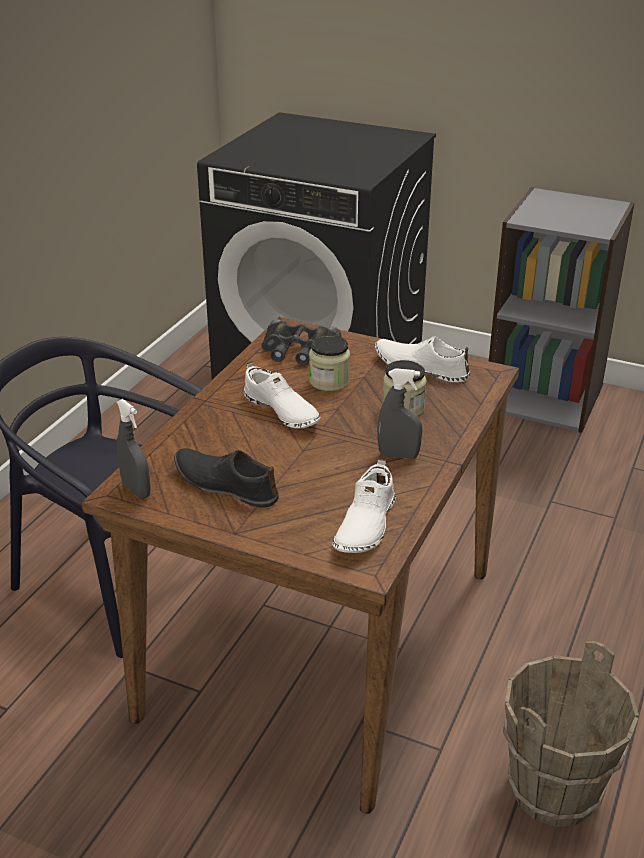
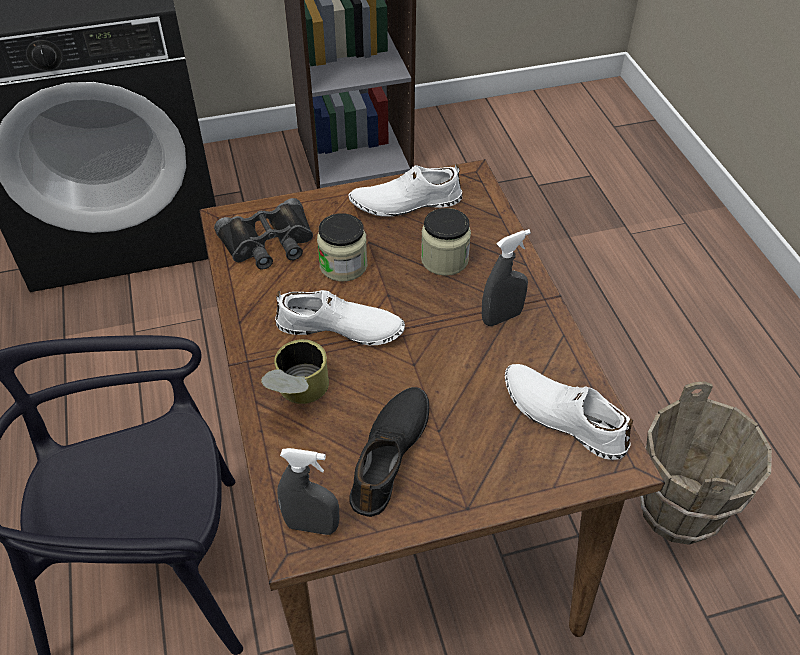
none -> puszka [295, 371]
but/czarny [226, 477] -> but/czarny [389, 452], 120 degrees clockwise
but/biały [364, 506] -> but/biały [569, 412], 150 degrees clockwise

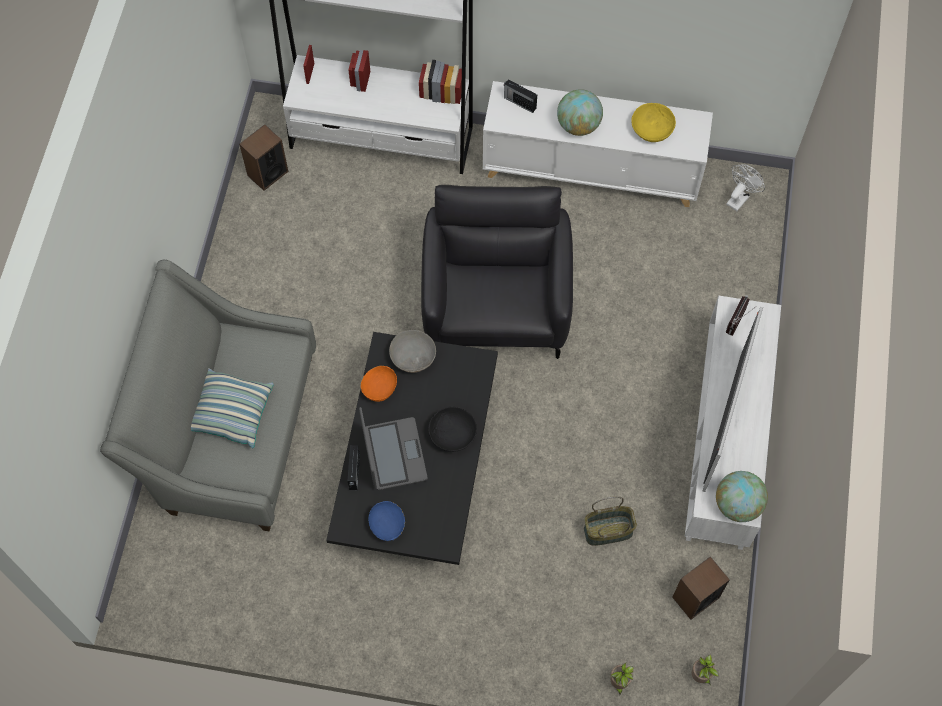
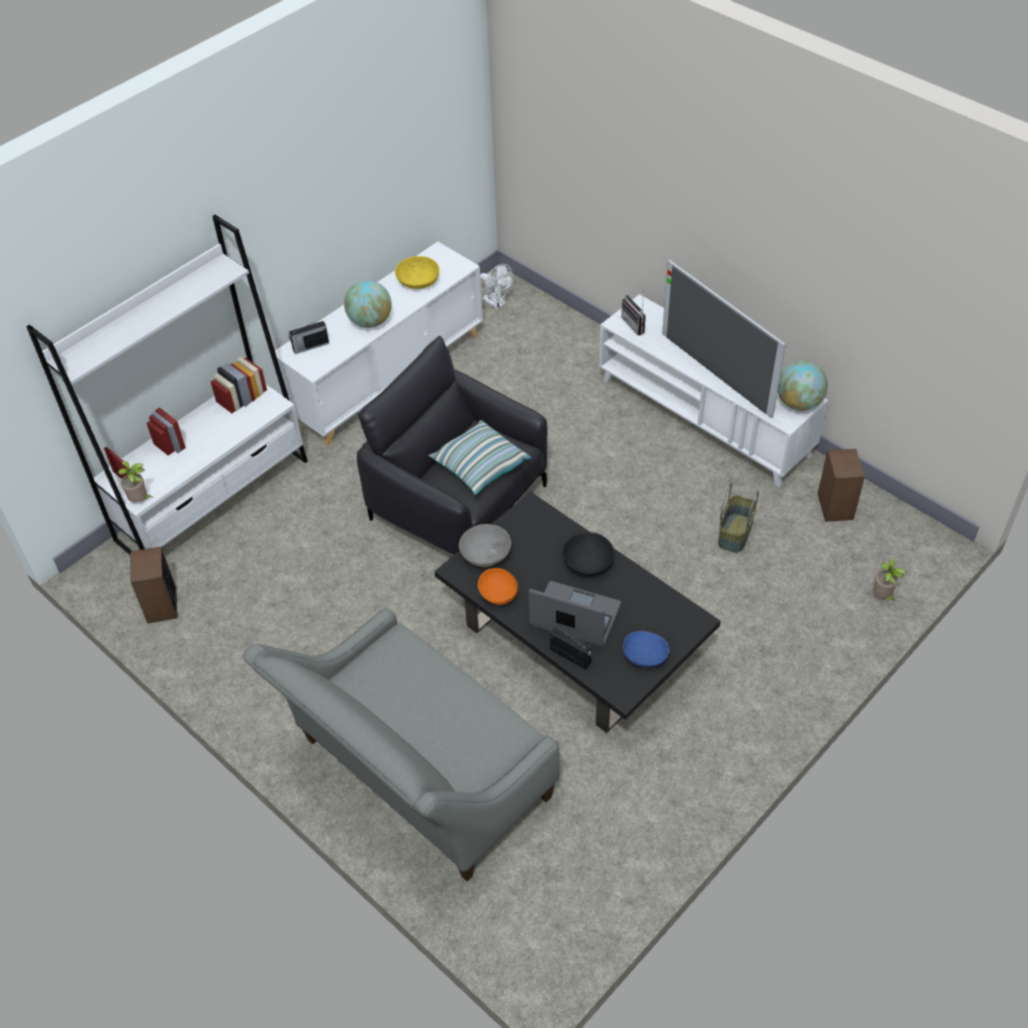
poduszka [232, 408] -> poduszka [479, 457], moved
roślina doniczkowa [705, 669] -> roślina doniczkowa [135, 481], moved
wentylator/biały [745, 187] -> wentylator/biały [496, 286], 150 degrees clockwise

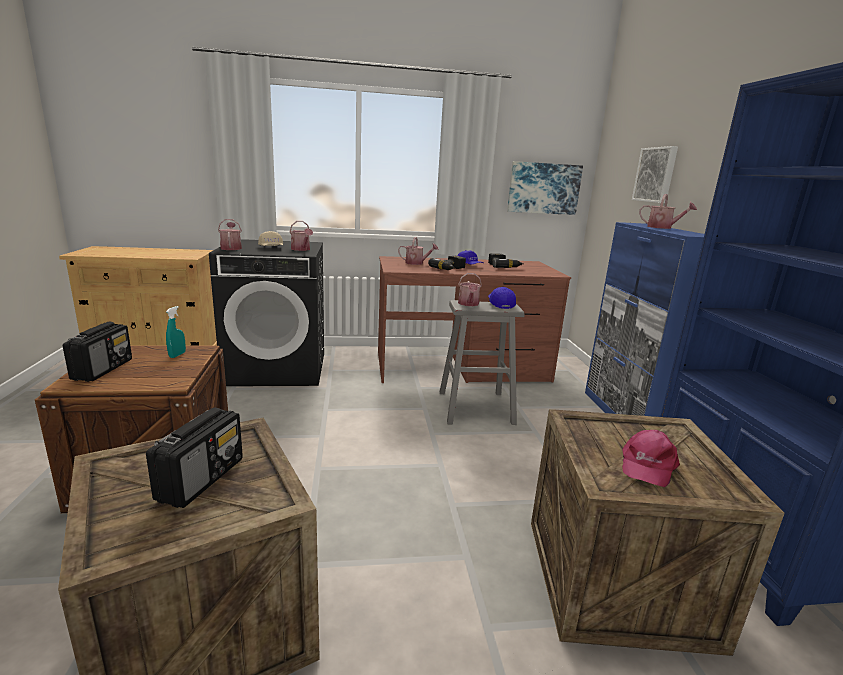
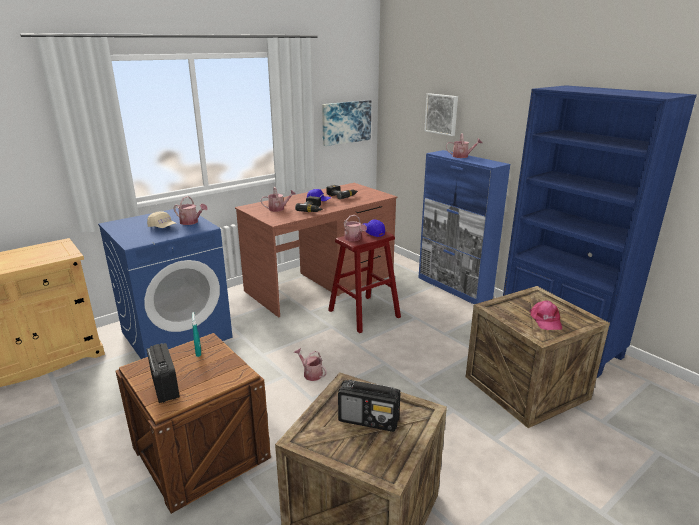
konewka [230, 234] -> konewka [310, 364], moved
pralka/czarny [266, 312] -> pralka/niebieski [165, 283]
stołek/szary [482, 362] -> stołek/czerwony [364, 282]
radio [194, 458] -> radio [369, 405], 120 degrees clockwise

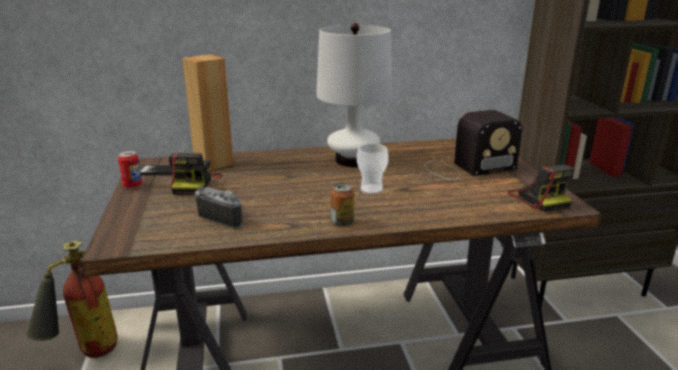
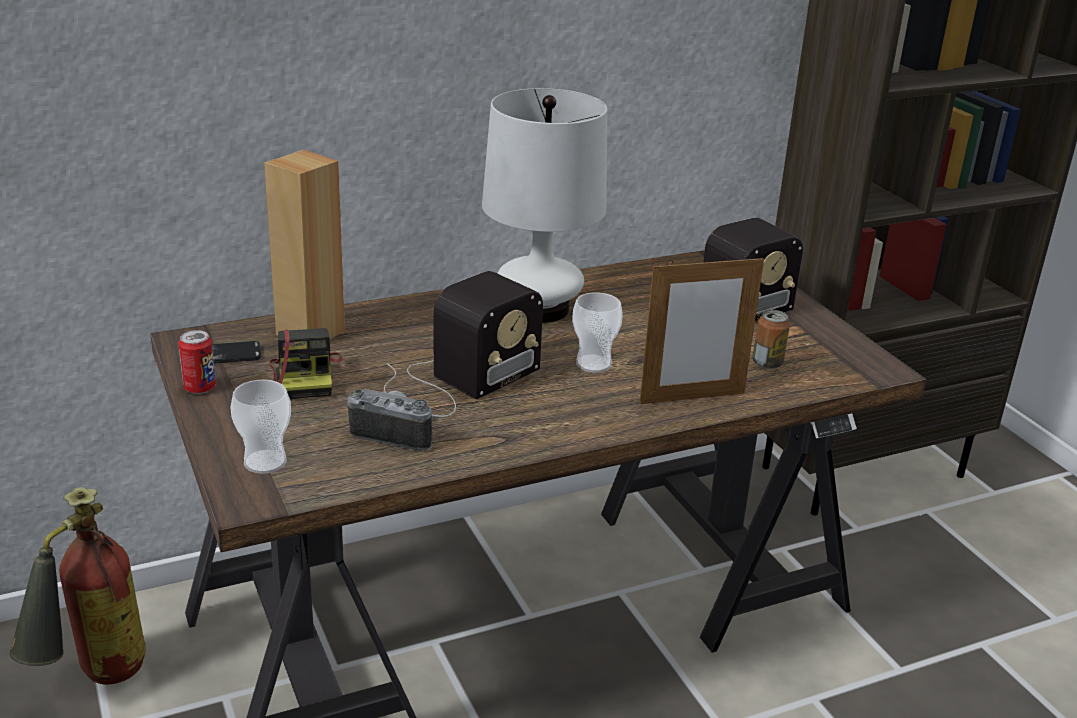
aparat fotograficzny [541, 188] -> none
none -> filiżanka [260, 427]
none -> radio [463, 344]
none -> ramka na zdjęcie [702, 329]
puszka [342, 205] -> puszka [771, 339], moved

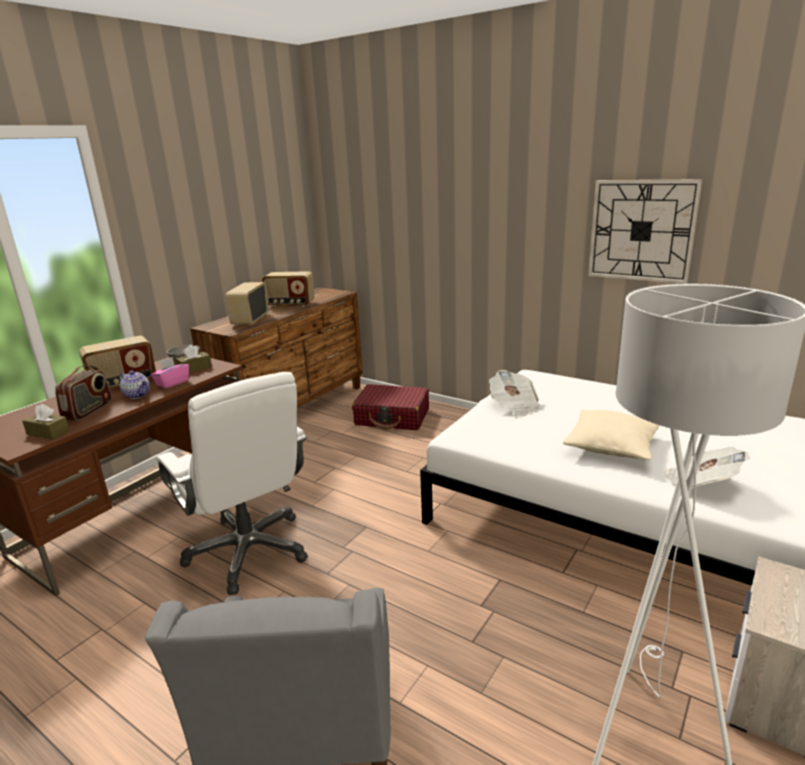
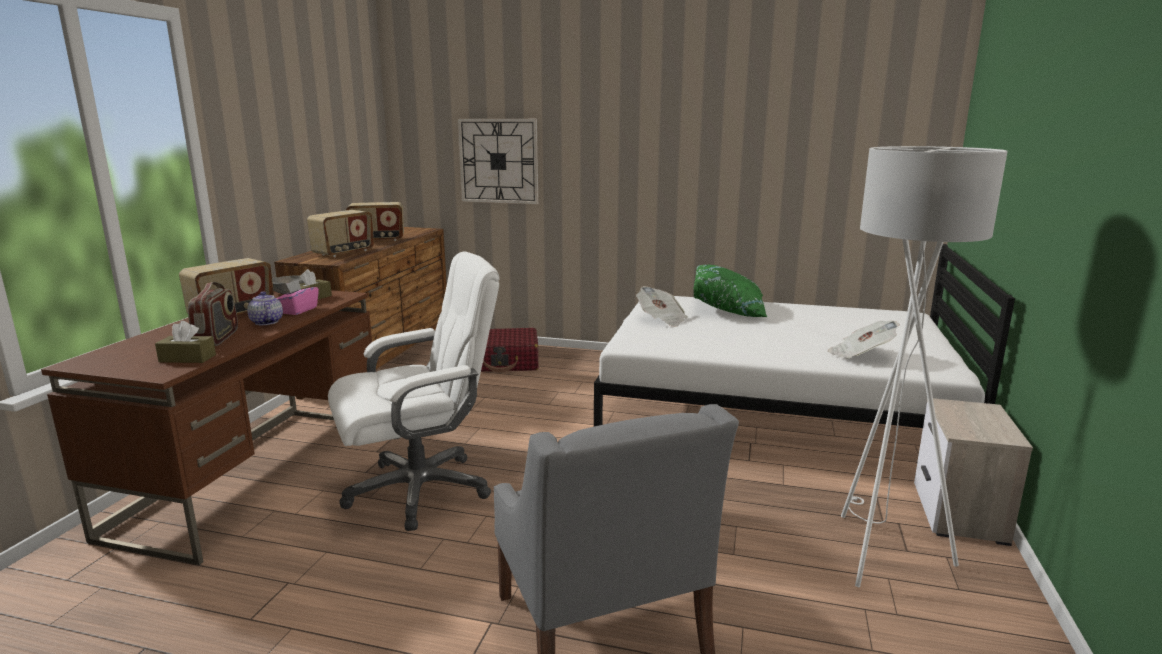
poduszka/beżowy [611, 435] -> none
none -> poduszka/zielony [730, 291]
zegar ścienny [645, 231] -> zegar ścienny [498, 161], moved
imbryk [134, 385] -> imbryk [265, 308], 135 degrees counterclockwise
krzesło biurowe/biały [232, 483] -> krzesło biurowe/biały [414, 391], 60 degrees counterclockwise
radio [247, 303] -> radio [340, 233], 135 degrees counterclockwise

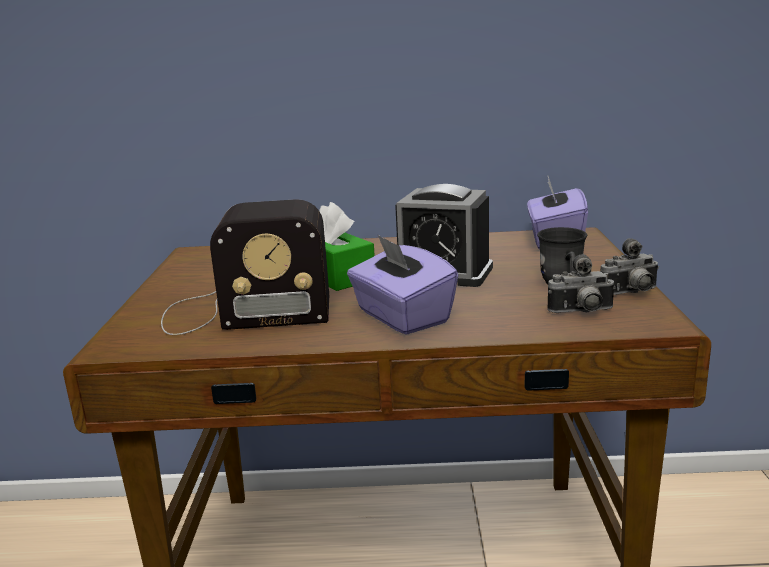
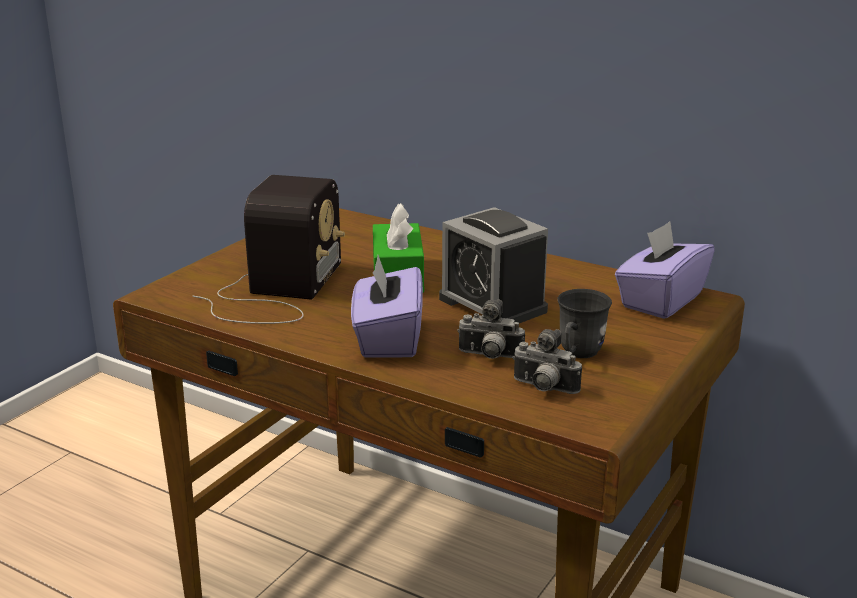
aparat fotograficzny [629, 266] -> aparat fotograficzny [491, 329], moved
radio [245, 267] -> radio [268, 249], 105 degrees counterclockwise

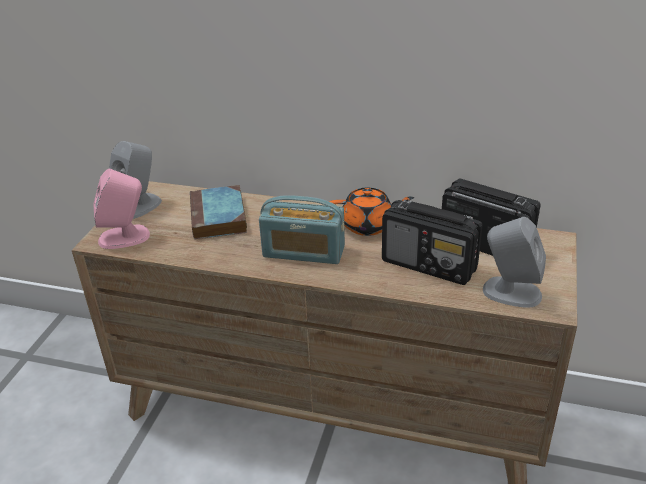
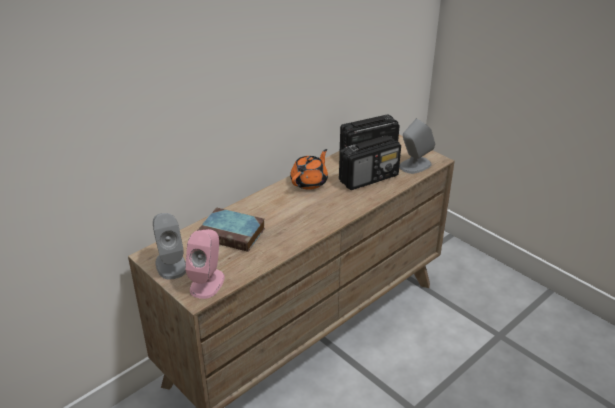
radio [302, 229] -> none

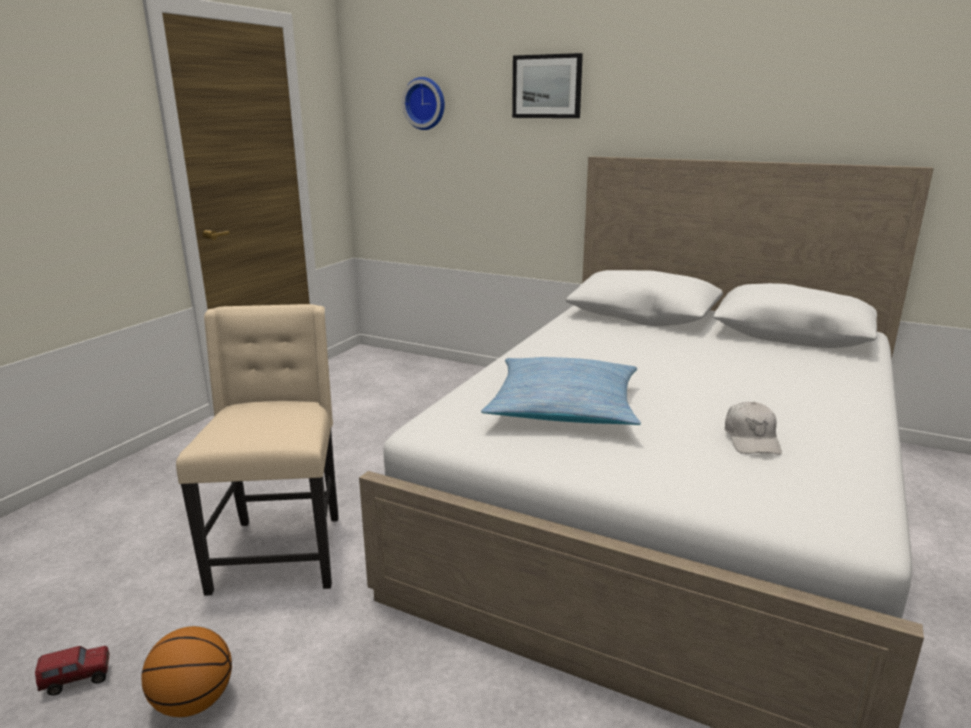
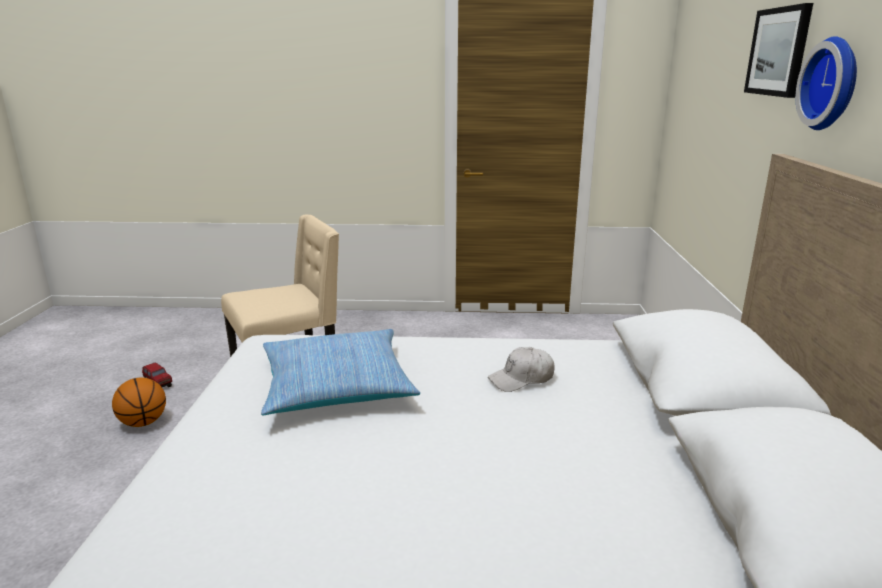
zegar ścienny [423, 103] -> zegar ścienny [826, 83], moved
czapka z daszkiem/biały [753, 428] -> czapka z daszkiem/biały [521, 369], moved

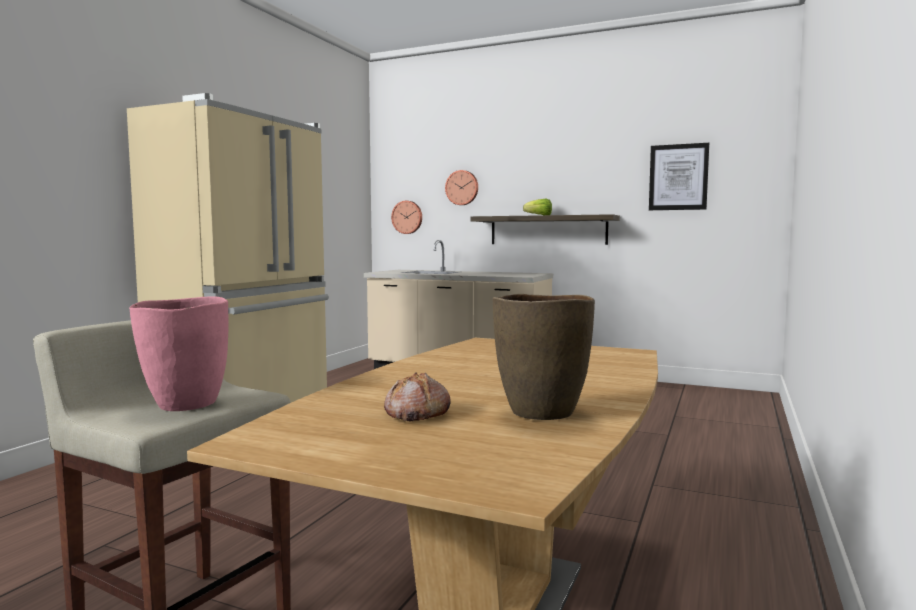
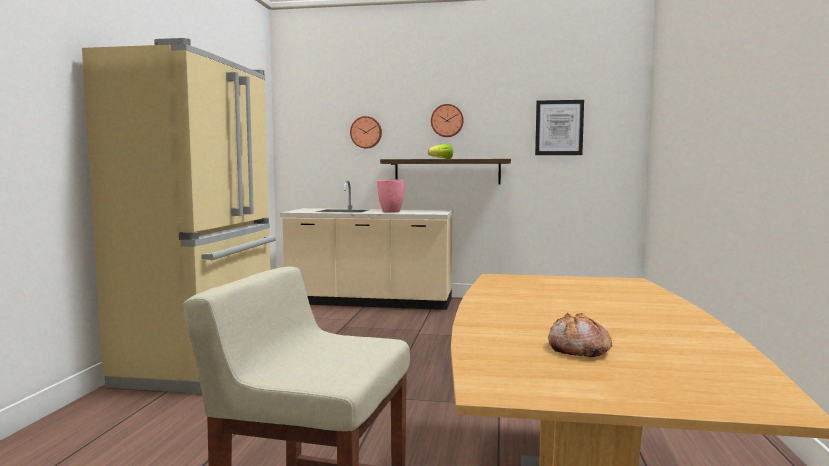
wazon/brązowy [544, 357] -> none
wazon/różowy [178, 353] -> wazon/różowy [391, 196], moved
zegar ścienny [406, 217] -> zegar ścienny [447, 120], moved

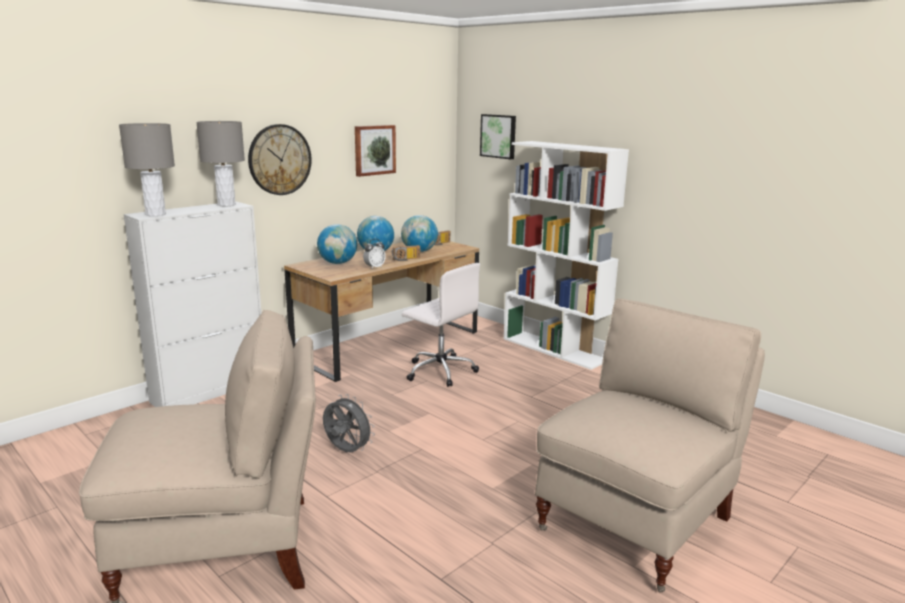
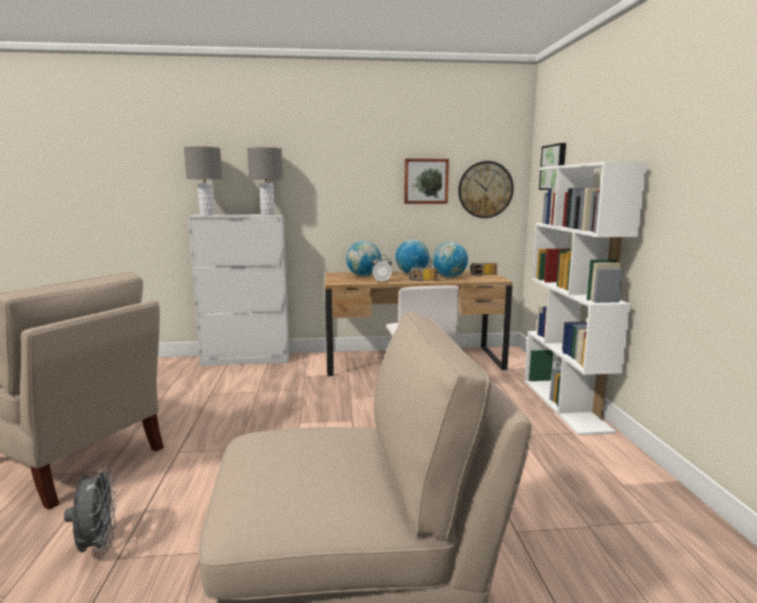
zegar ścienny [280, 159] -> zegar ścienny [486, 189], moved
wentylator/szary [349, 423] -> wentylator/szary [90, 510], moved

